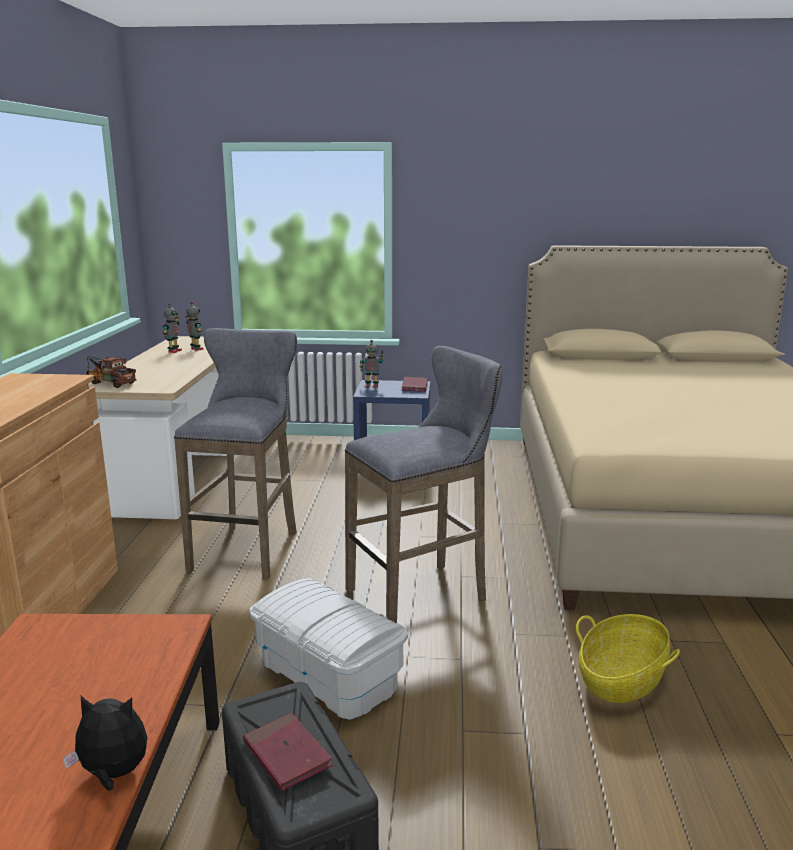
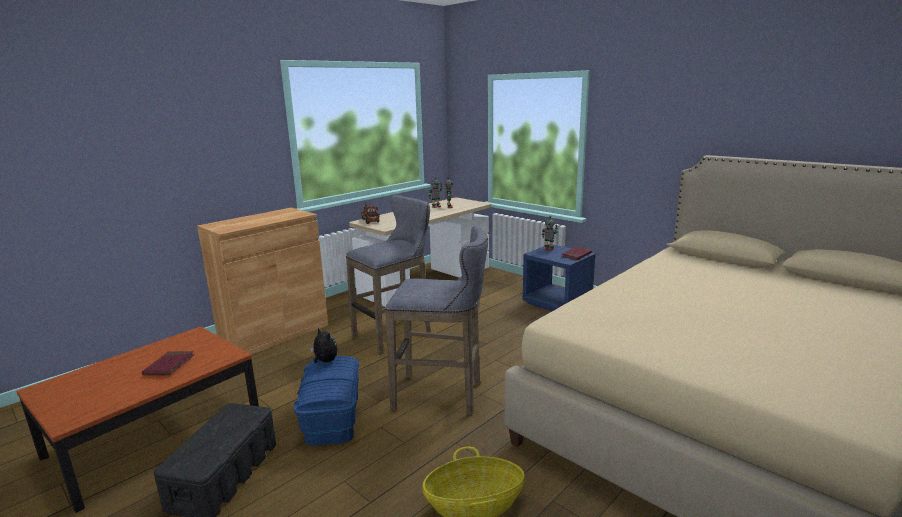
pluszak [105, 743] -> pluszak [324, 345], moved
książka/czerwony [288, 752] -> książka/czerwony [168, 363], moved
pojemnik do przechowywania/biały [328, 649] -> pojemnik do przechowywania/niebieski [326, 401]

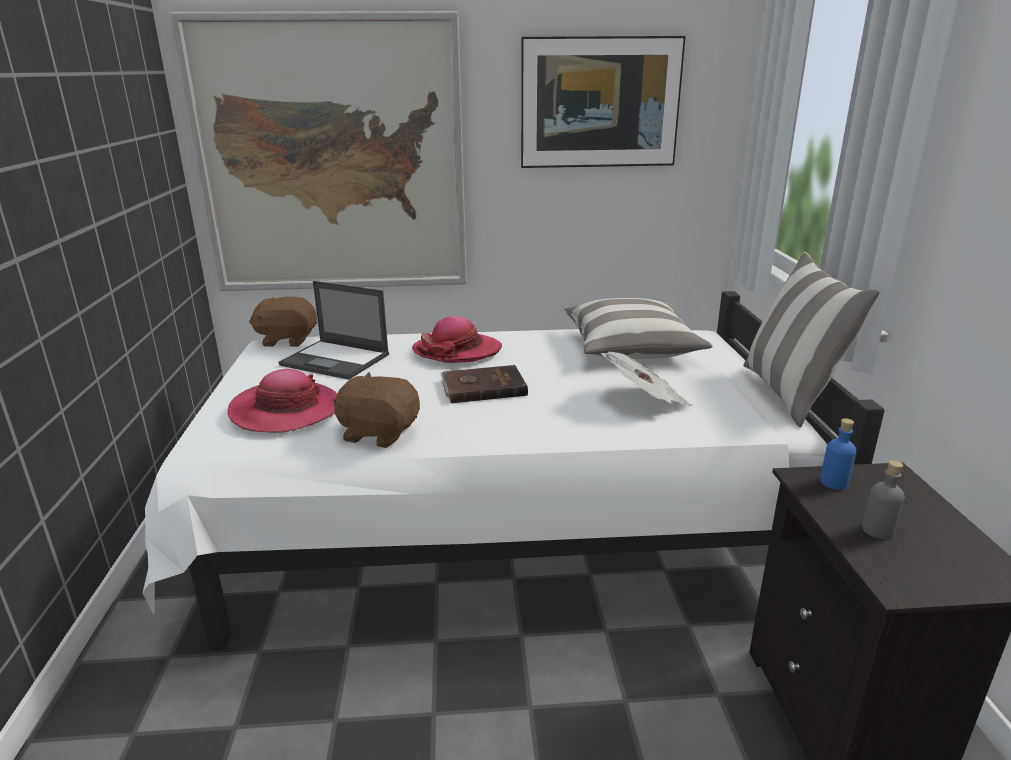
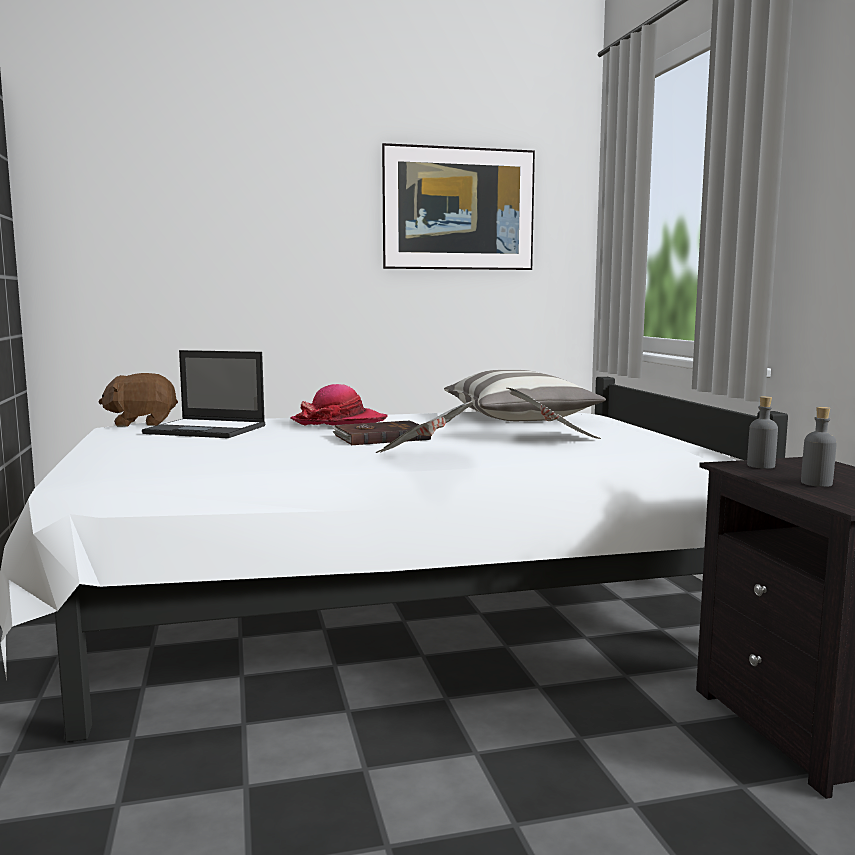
obraz [318, 151] -> none
kapelusz [282, 401] -> none
pluszak/brązowy [377, 410] -> none
poduszka [811, 339] -> none
none -> gazeta [424, 426]
butelka/niebieski [838, 454] -> butelka/szary [762, 432]

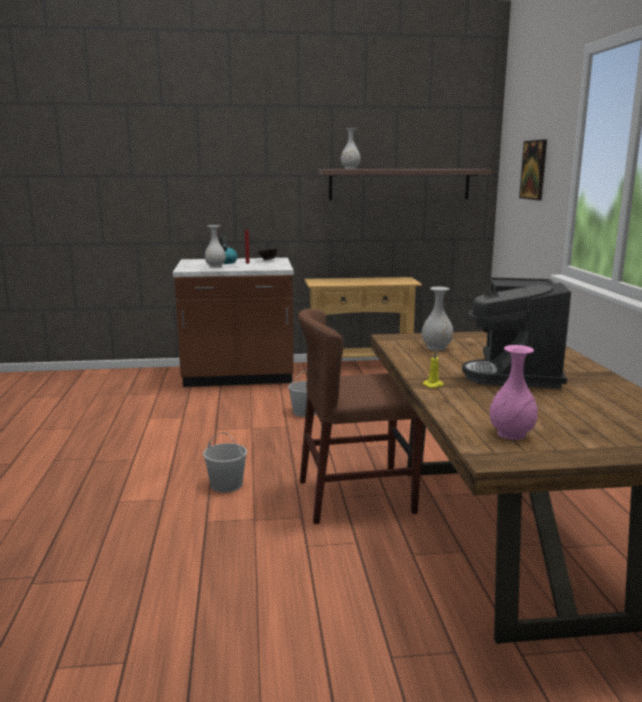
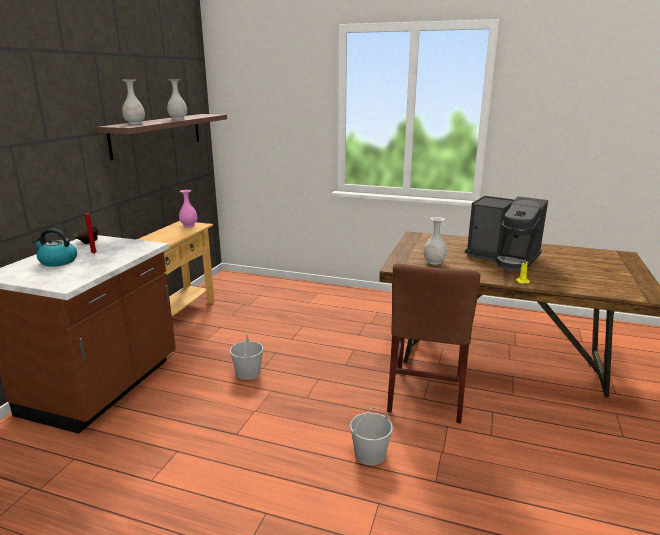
obraz [533, 170] -> none
wazon/biały [215, 246] -> wazon/biały [177, 99], moved
wazon/różowy [514, 392] -> wazon/różowy [188, 208], moved

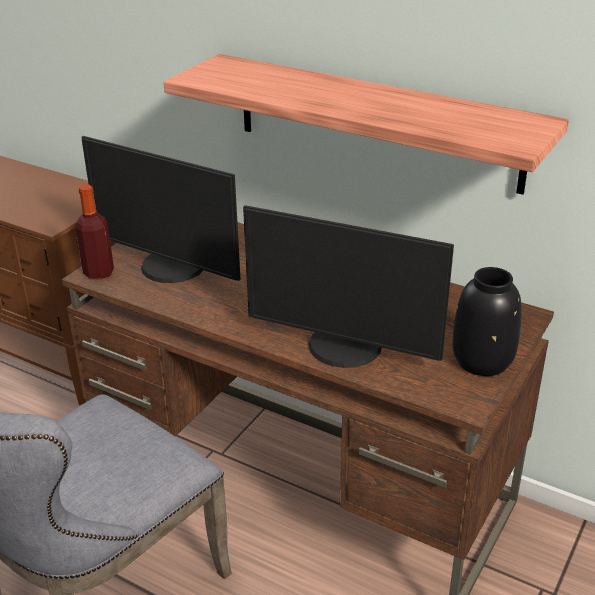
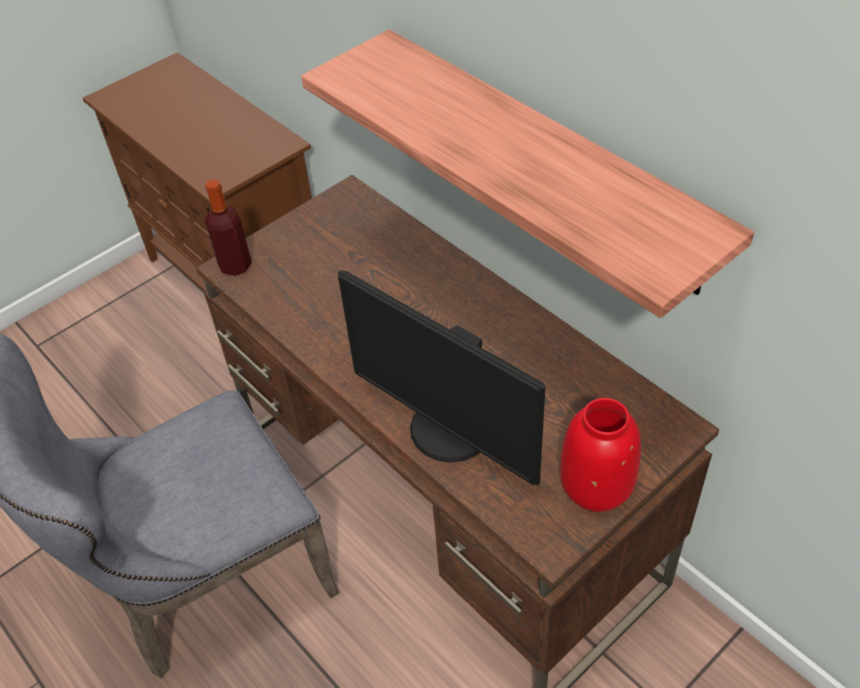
monitor [161, 209] -> none
wazon/czarny [487, 321] -> wazon/czerwony [600, 455]

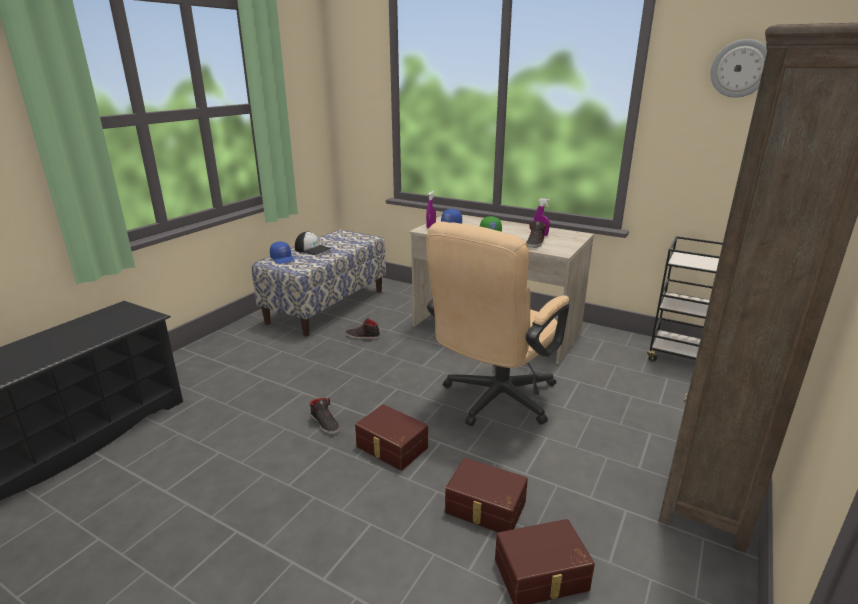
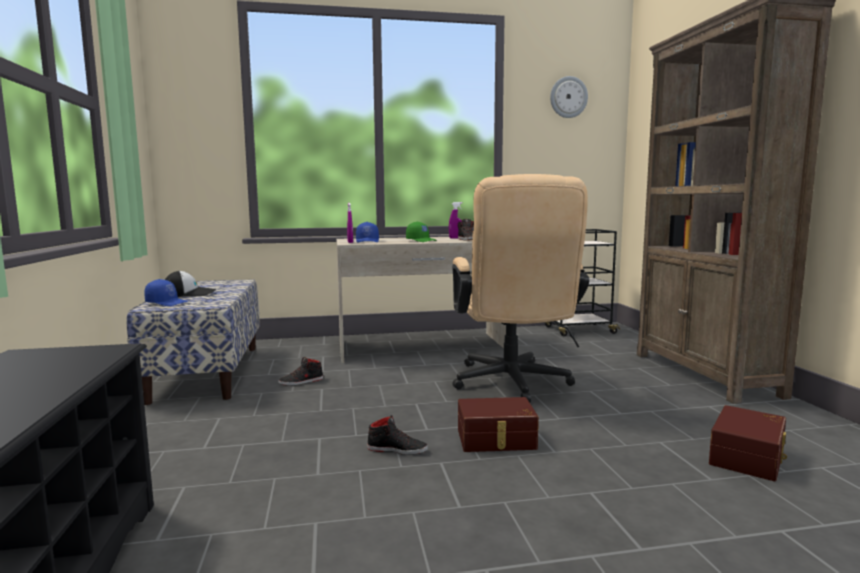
pojemnik do przechowywania/brązowy [486, 495] -> none

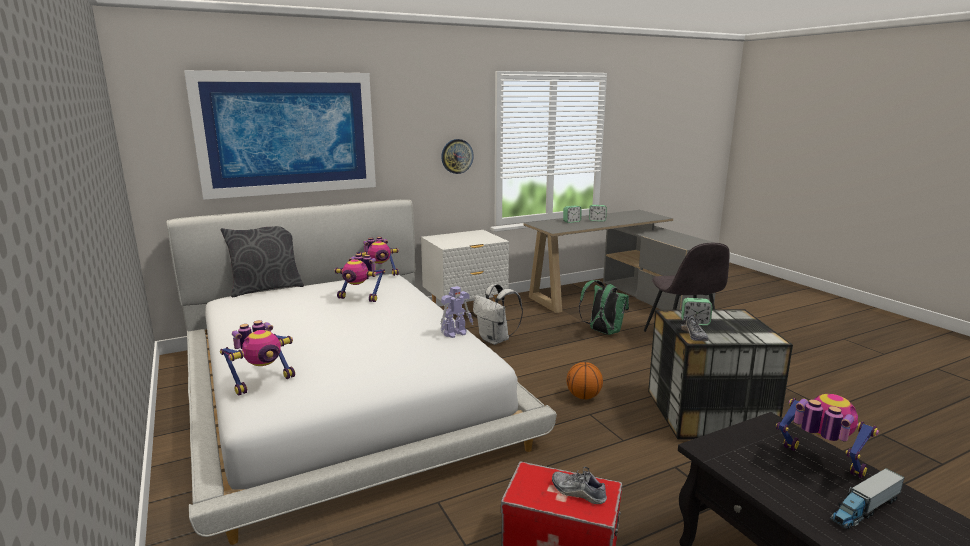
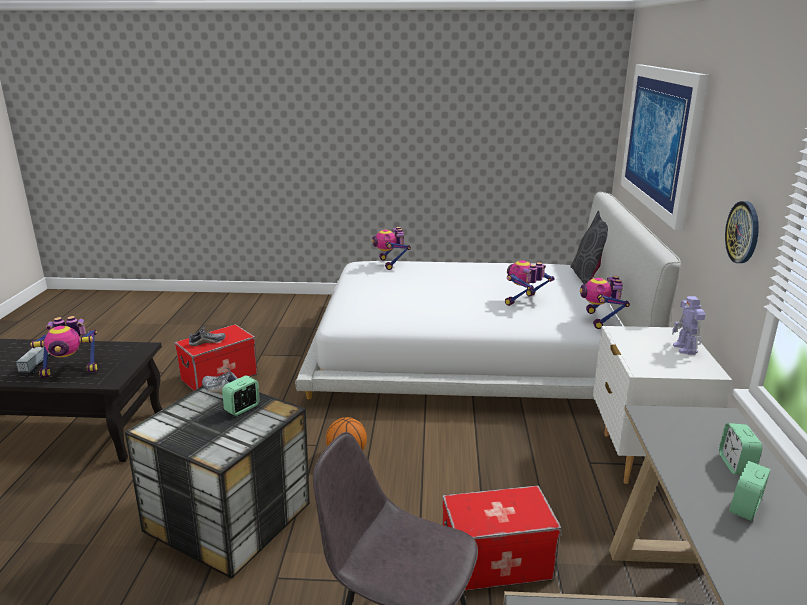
plecak/biały [498, 314] -> none
robot zabawkowy [456, 312] -> robot zabawkowy [688, 325], moved
plecak/zielony [604, 307] -> pojemnik do przechowywania [501, 538]

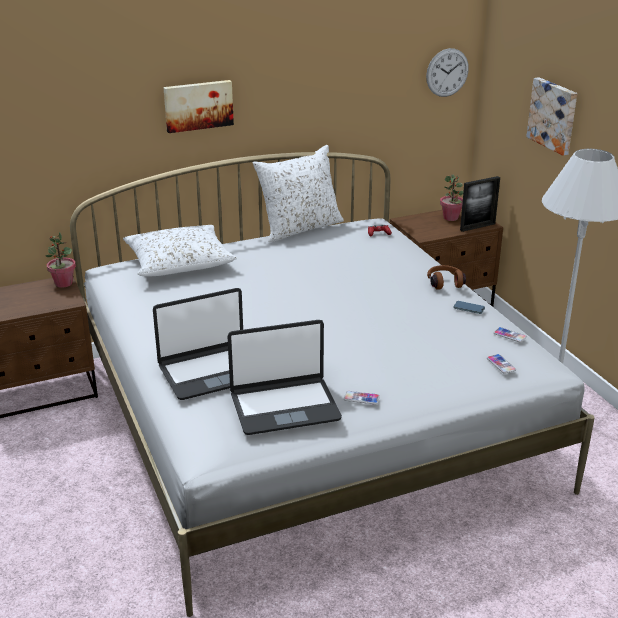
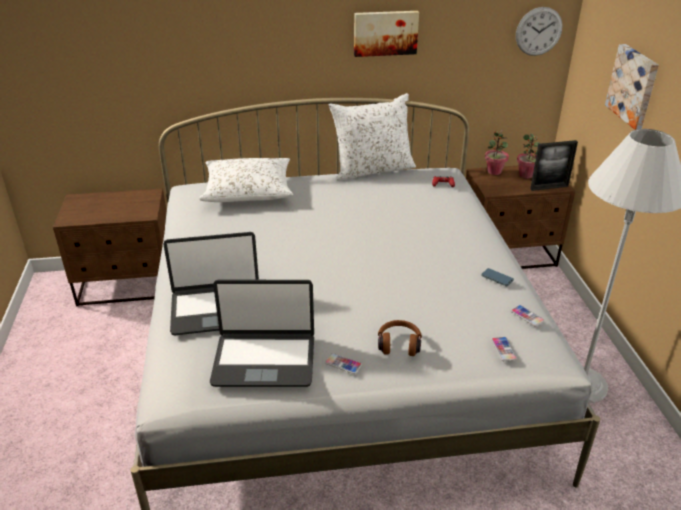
roślina doniczkowa [60, 260] -> roślina doniczkowa [497, 152], moved
obraz [198, 106] -> obraz [386, 34], moved
słuchawki/brązowy [446, 277] -> słuchawki/brązowy [400, 338], moved

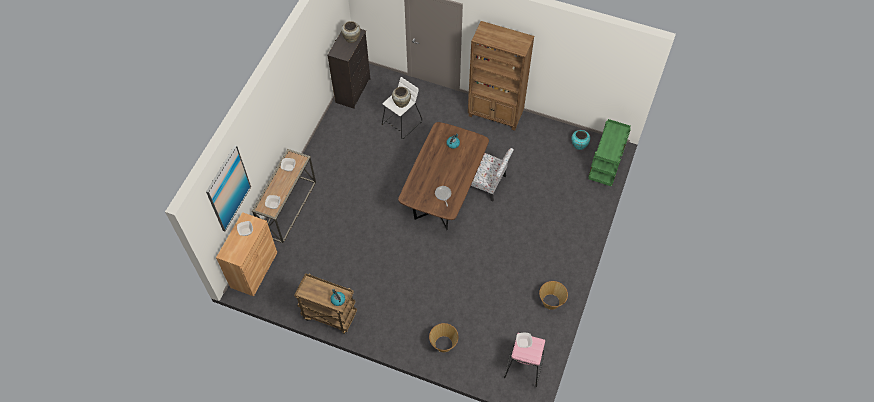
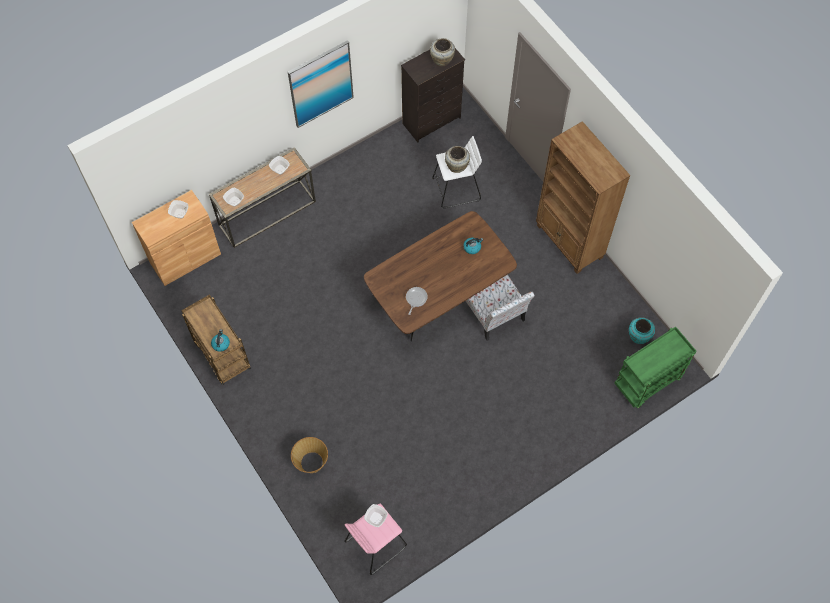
koszyk [553, 295] -> none
obraz [228, 188] -> obraz [321, 84], moved

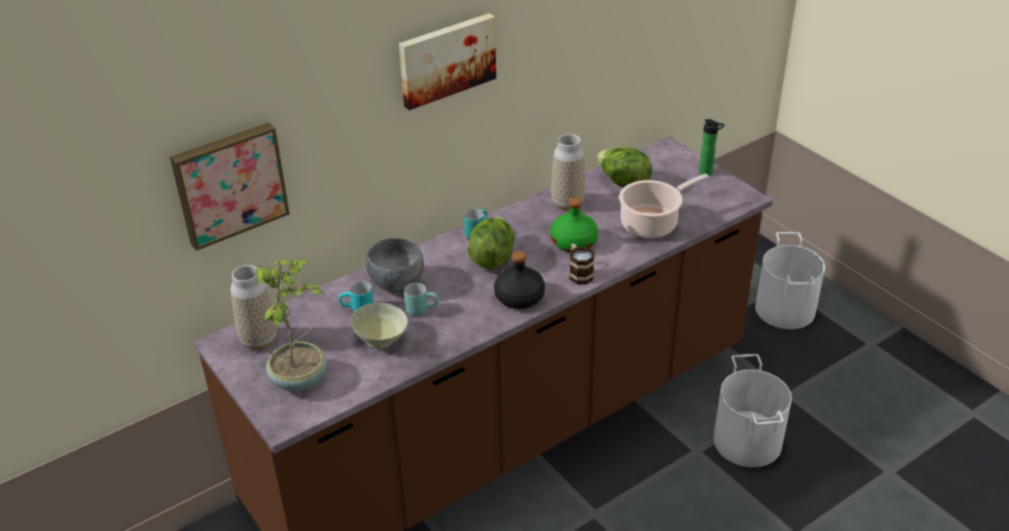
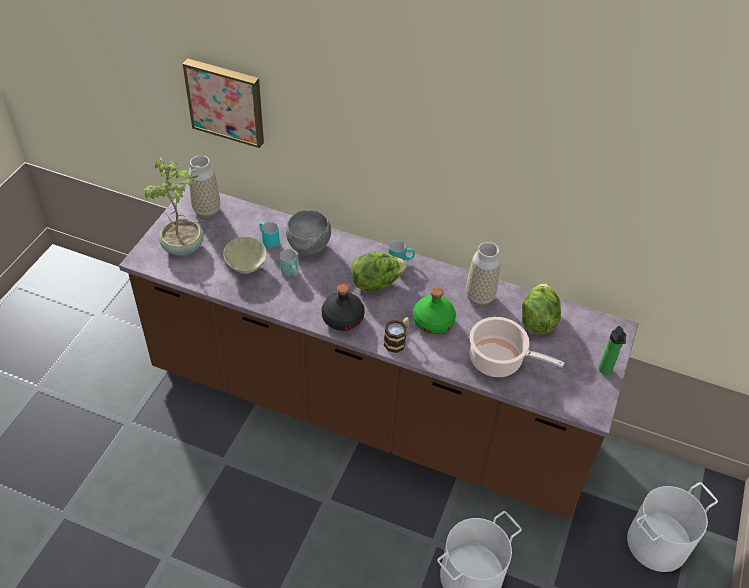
obraz [447, 61] -> none

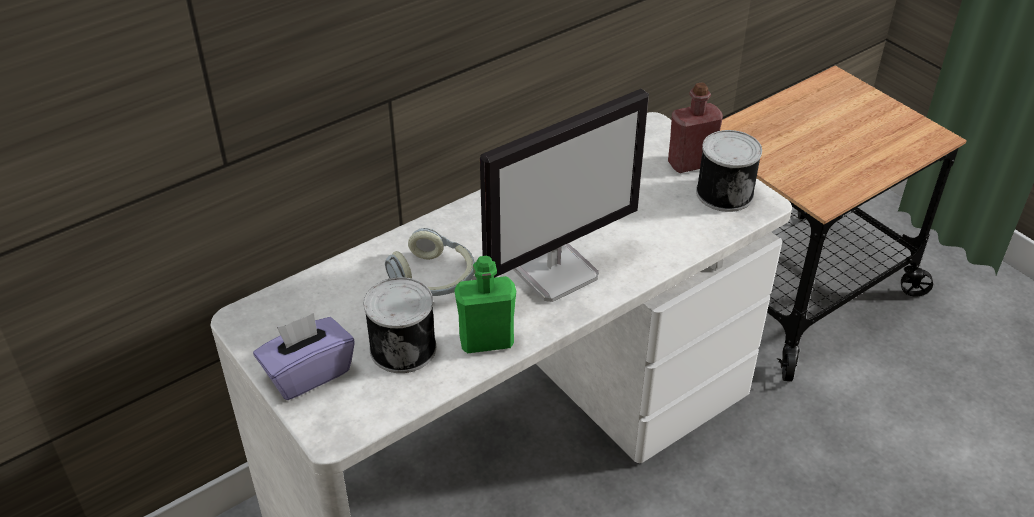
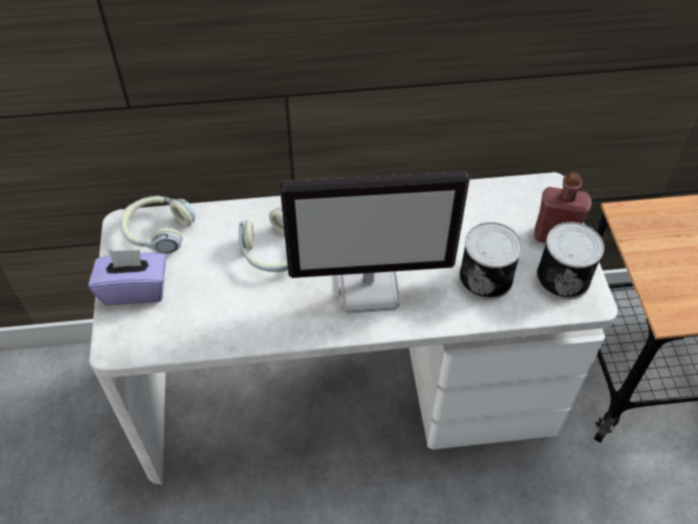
butelka/zielony [485, 305] -> none
none -> słuchawki [158, 225]
puszka [400, 325] -> puszka [490, 261], moved

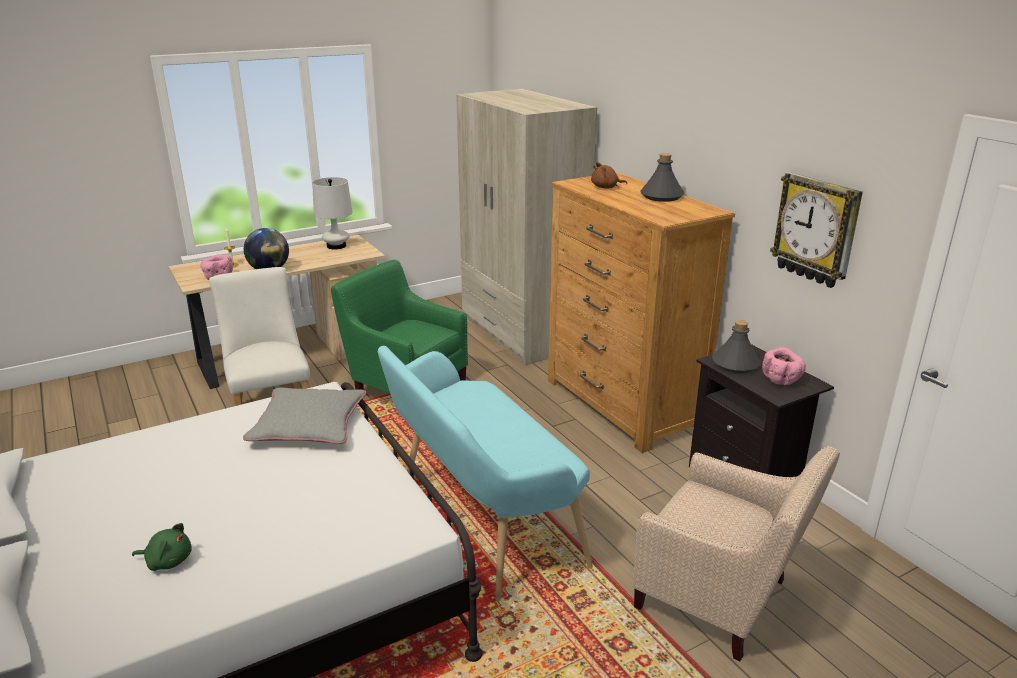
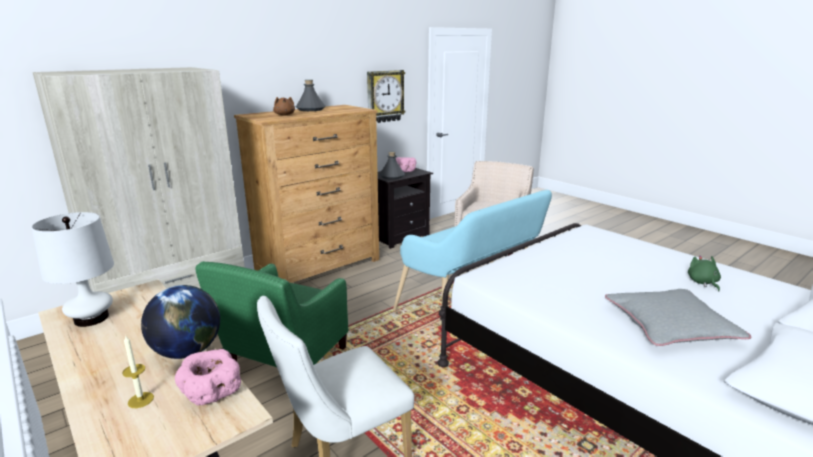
poduszka/szary [304, 416] -> poduszka/szary [678, 317], moved

